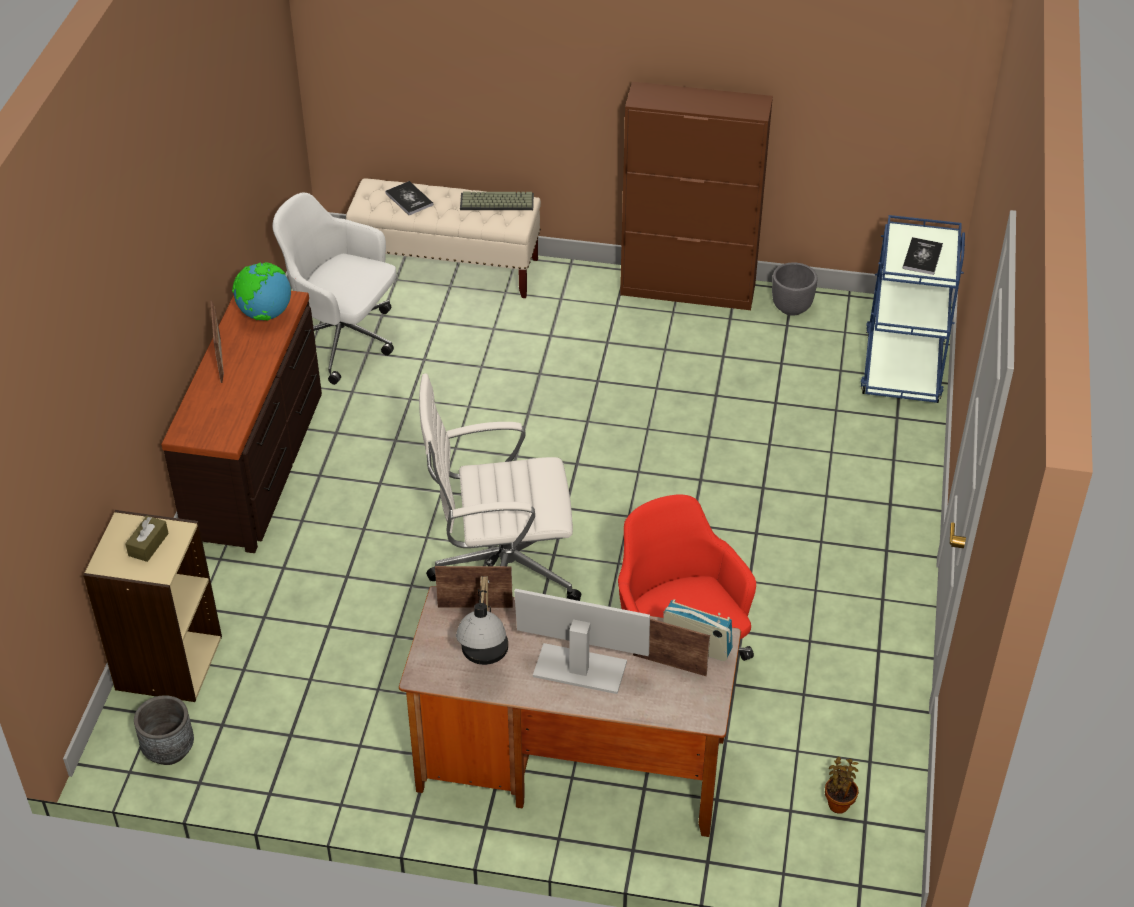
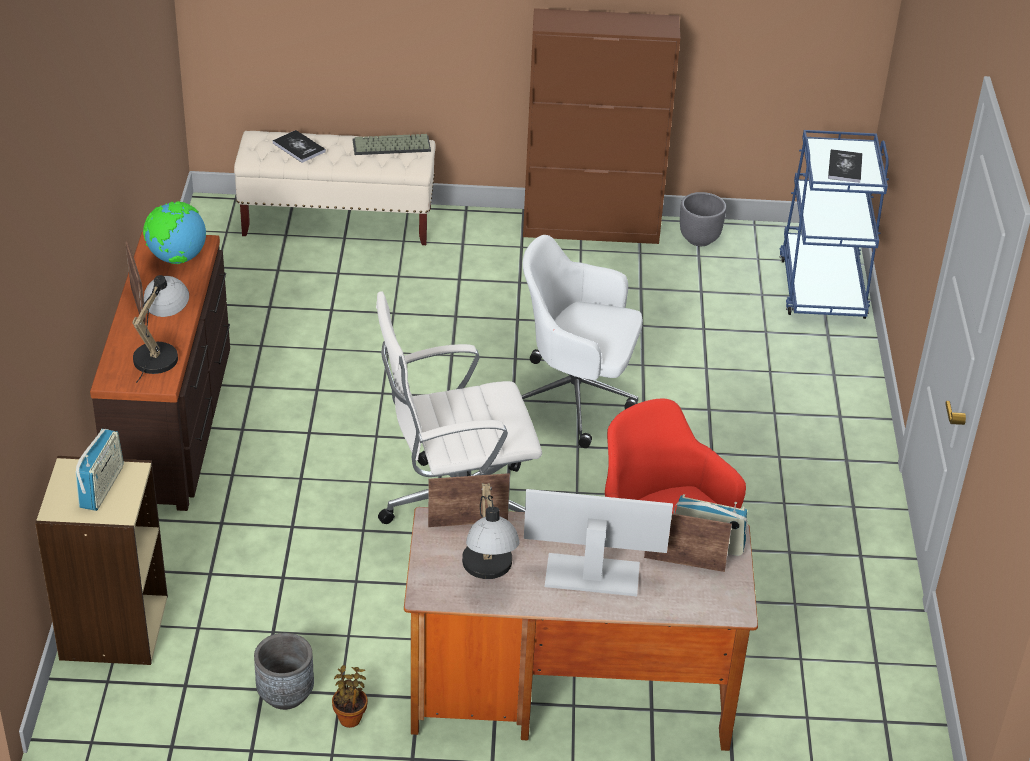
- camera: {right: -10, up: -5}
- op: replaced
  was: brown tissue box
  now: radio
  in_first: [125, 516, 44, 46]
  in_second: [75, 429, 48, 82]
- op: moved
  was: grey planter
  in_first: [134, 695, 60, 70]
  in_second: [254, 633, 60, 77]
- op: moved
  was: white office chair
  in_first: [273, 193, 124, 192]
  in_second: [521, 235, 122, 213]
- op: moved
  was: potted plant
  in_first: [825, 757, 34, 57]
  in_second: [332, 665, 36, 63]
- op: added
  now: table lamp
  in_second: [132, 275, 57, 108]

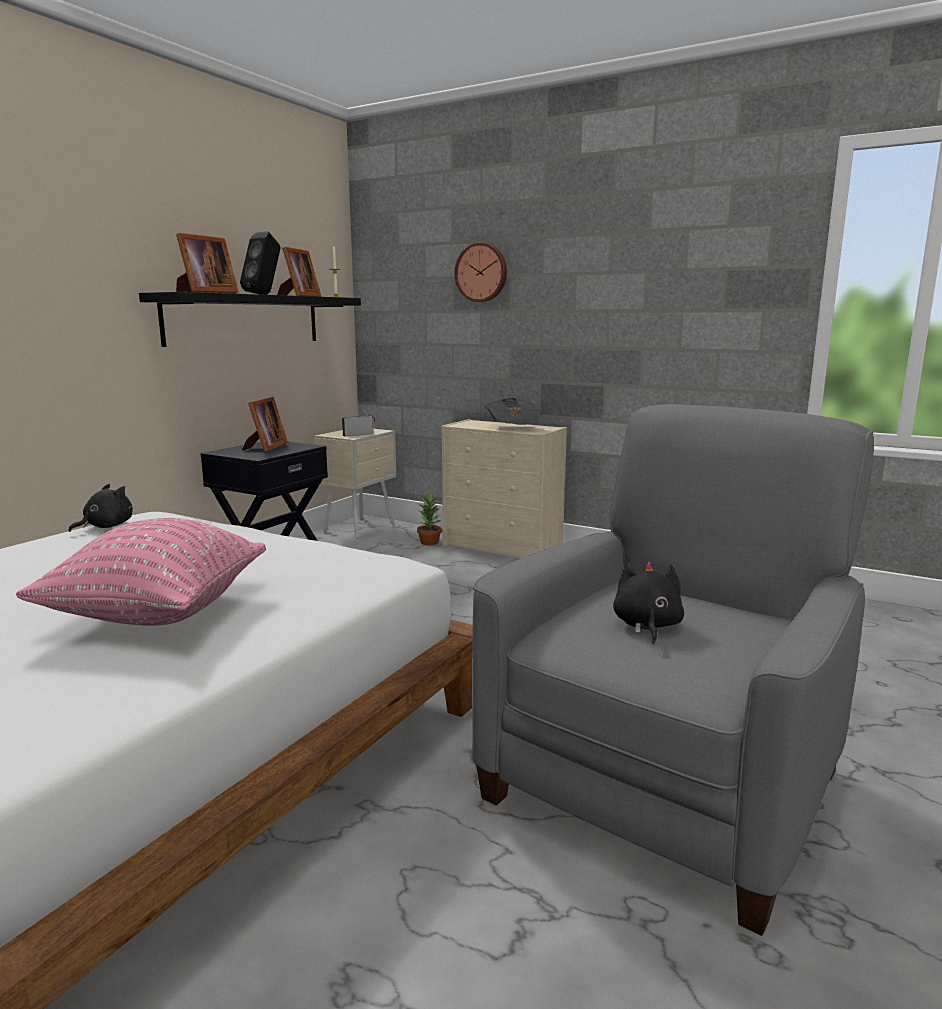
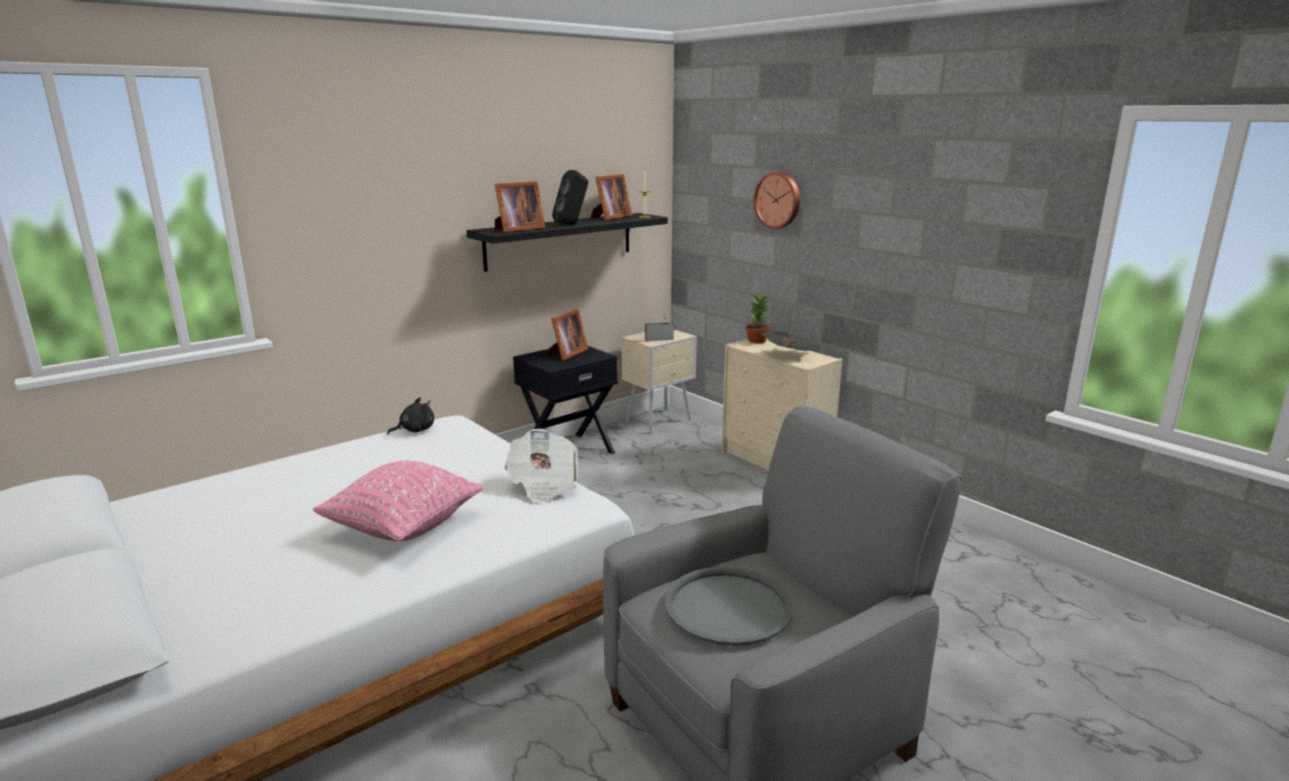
- camera: {right: 20, up: 5}
- op: moved
  was: potted plant
  in_first: [417, 491, 25, 54]
  in_second: [746, 290, 24, 53]
- op: replaced
  was: black plush toy
  now: grey tray
  in_first: [613, 562, 71, 82]
  in_second: [665, 567, 129, 79]
- op: added
  now: newspaper
  in_second: [505, 429, 73, 74]

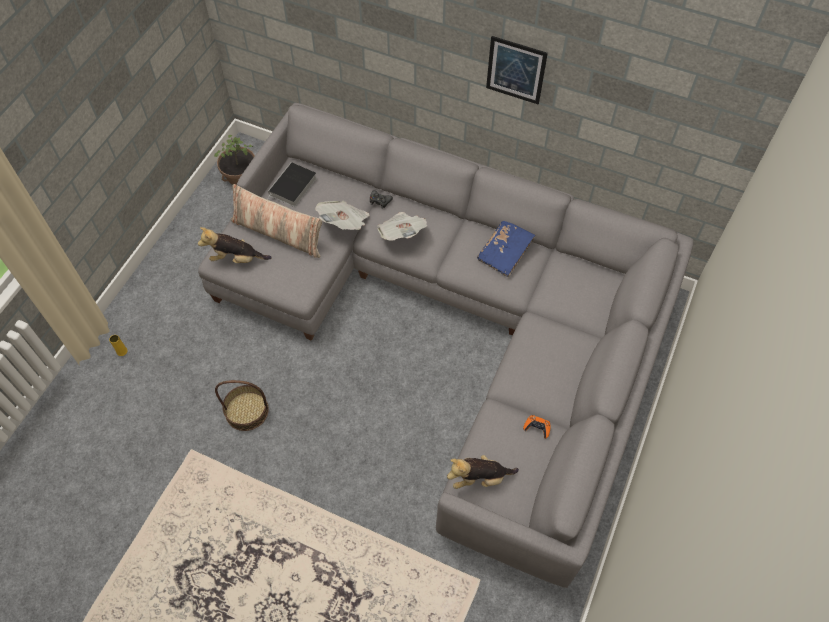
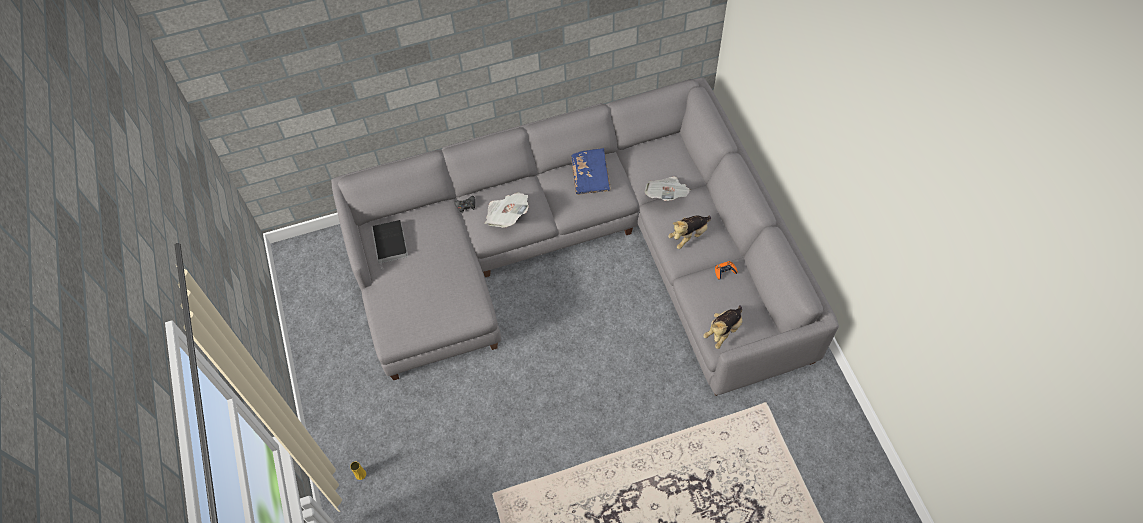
- camera: {right: -40, up: 0}
- op: moved
  was: plush toy
  in_first: [198, 227, 73, 36]
  in_second: [668, 215, 43, 34]
- op: removed
  was: potted plant
  in_first: [214, 135, 41, 50]
- op: removed
  was: basket
  in_first: [215, 380, 54, 51]
- op: removed
  was: pillow
  in_first: [230, 184, 92, 74]
- op: moved
  was: newspaper
  in_first: [315, 201, 55, 29]
  in_second: [644, 176, 46, 25]
- op: removed
  was: picture
  in_first: [486, 36, 62, 68]

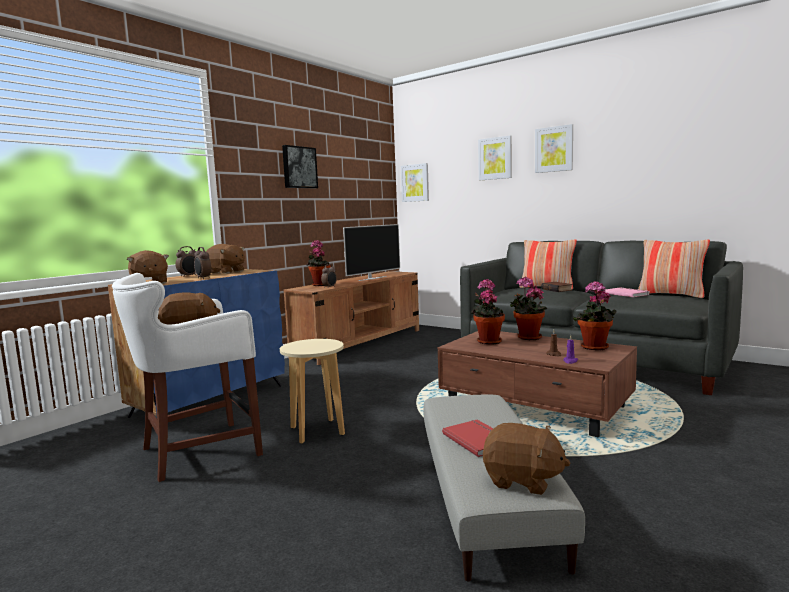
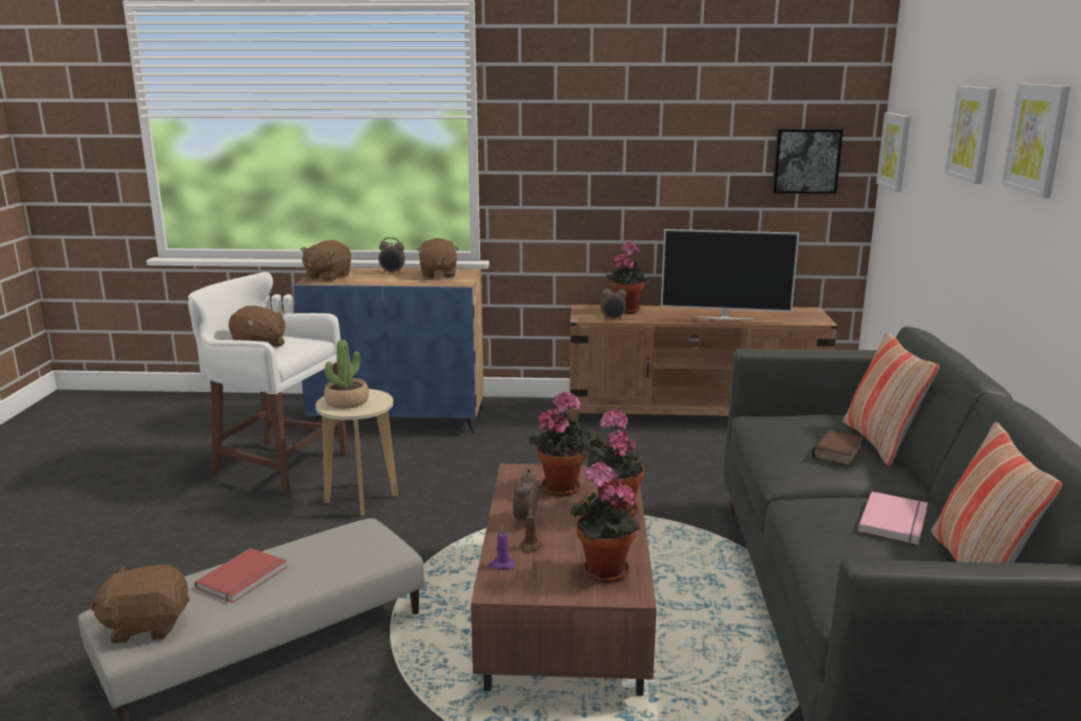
- camera: {right: 55, up: 10}
- op: moved
  was: alarm clock
  in_first: [194, 247, 17, 32]
  in_second: [513, 468, 25, 57]
- op: moved
  was: picture
  in_first: [282, 145, 36, 43]
  in_second: [772, 129, 71, 65]
- op: turned
  was: brown plush toy
  in_first: [483, 423, 87, 72]
  in_second: [90, 565, 100, 79]
  clockwise: 90
- op: added
  now: potted plant
  in_second: [324, 340, 45, 69]

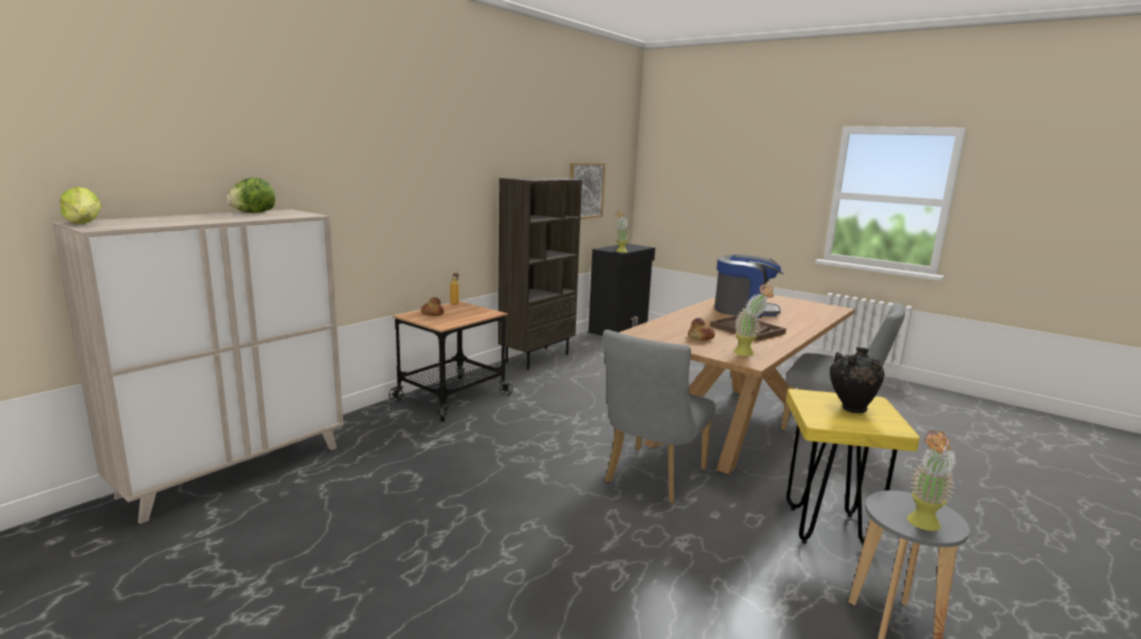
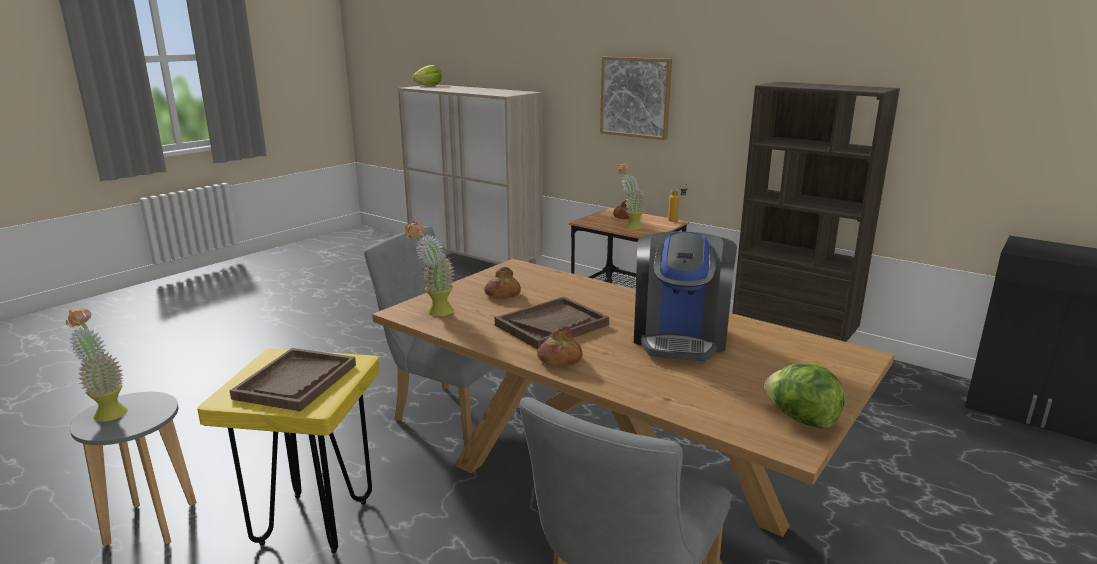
- camera: {right: 90, up: 5}
- op: moved
  was: lettuce
  in_first: [226, 178, 49, 35]
  in_second: [764, 363, 81, 66]
- op: moved
  was: picture
  in_first: [570, 163, 35, 56]
  in_second: [600, 57, 72, 83]
- op: moved
  was: potted plant
  in_first: [615, 210, 15, 43]
  in_second: [617, 164, 29, 65]
- op: replaced
  was: black vase
  now: brown tray
  in_first: [830, 347, 54, 66]
  in_second: [230, 348, 126, 63]
- op: added
  now: bread
  in_second: [537, 326, 46, 41]

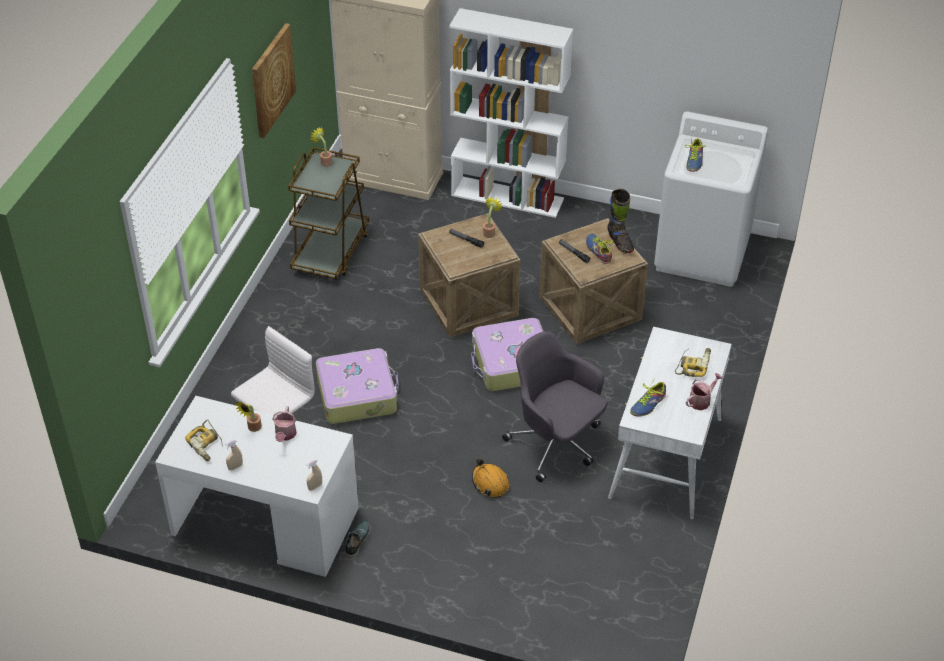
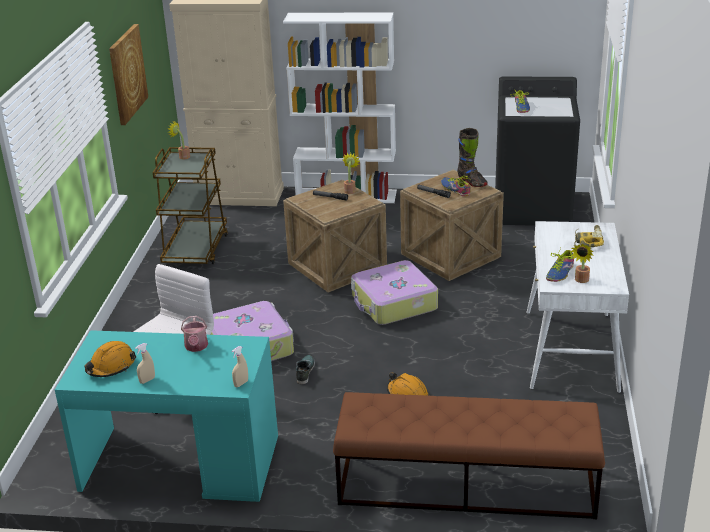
- camera: {right: -10, up: -15}
- op: recoloured
  was: white desk
  now: turquoise desk
  in_first: [155, 396, 204, 181]
  in_second: [55, 330, 223, 172]
- op: replaced
  was: power drill
  now: orange hard hat
  in_first: [185, 419, 38, 42]
  in_second: [84, 341, 52, 36]
- op: moved
  was: potted plant
  in_first: [235, 402, 27, 30]
  in_second: [570, 244, 24, 39]
- op: moved
  was: shoe
  in_first: [346, 520, 25, 38]
  in_second: [296, 355, 19, 30]
- op: removed
  was: grey office chair
  in_first: [502, 331, 106, 151]
- op: recoloured
  was: white washing machine
  now: black washing machine
  in_first: [654, 112, 114, 175]
  in_second: [495, 76, 85, 150]
- op: removed
  was: watering can
  in_first: [686, 373, 37, 37]
- op: added
  now: brown bench
  in_second: [333, 392, 272, 127]

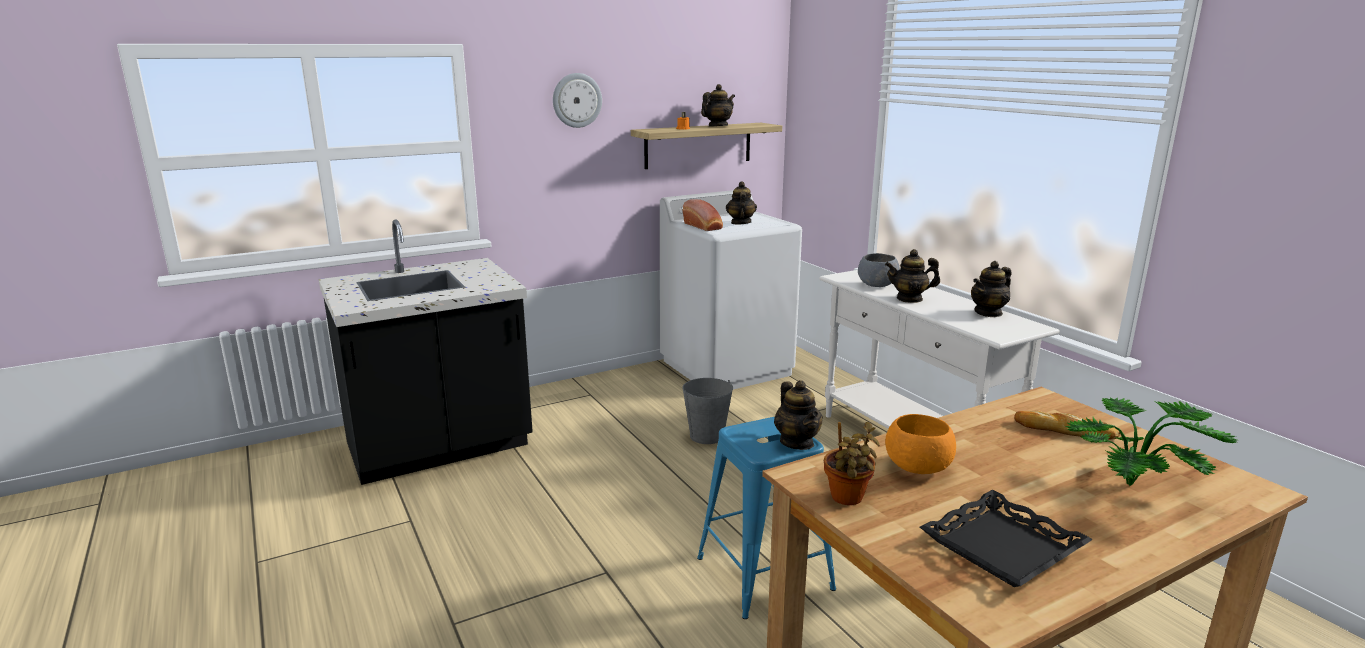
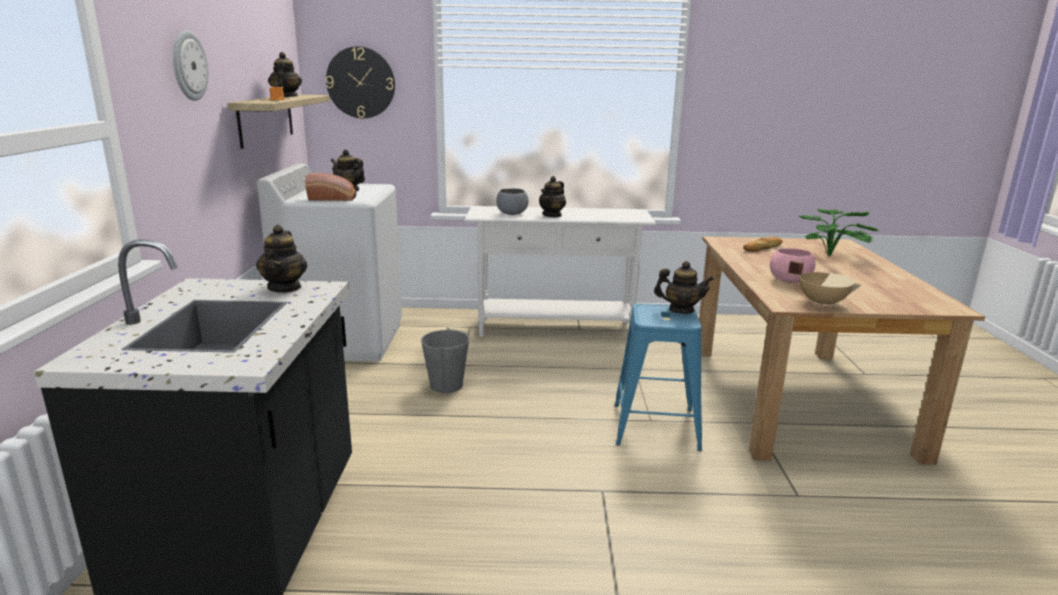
- camera: {right: -60, up: 0}
- op: replaced
  was: potted plant
  now: beige cooking pot
  in_first: [824, 422, 56, 83]
  in_second: [788, 261, 74, 46]
- op: recoloured
  was: orange bowl
  now: pink bowl
  in_first: [885, 414, 71, 60]
  in_second: [770, 248, 45, 35]
- op: removed
  was: black tray
  in_first: [920, 490, 173, 97]
- op: moved
  was: teapot
  in_first: [971, 261, 40, 56]
  in_second: [256, 225, 51, 68]
- op: added
  now: wall clock
  in_second: [326, 46, 69, 72]

